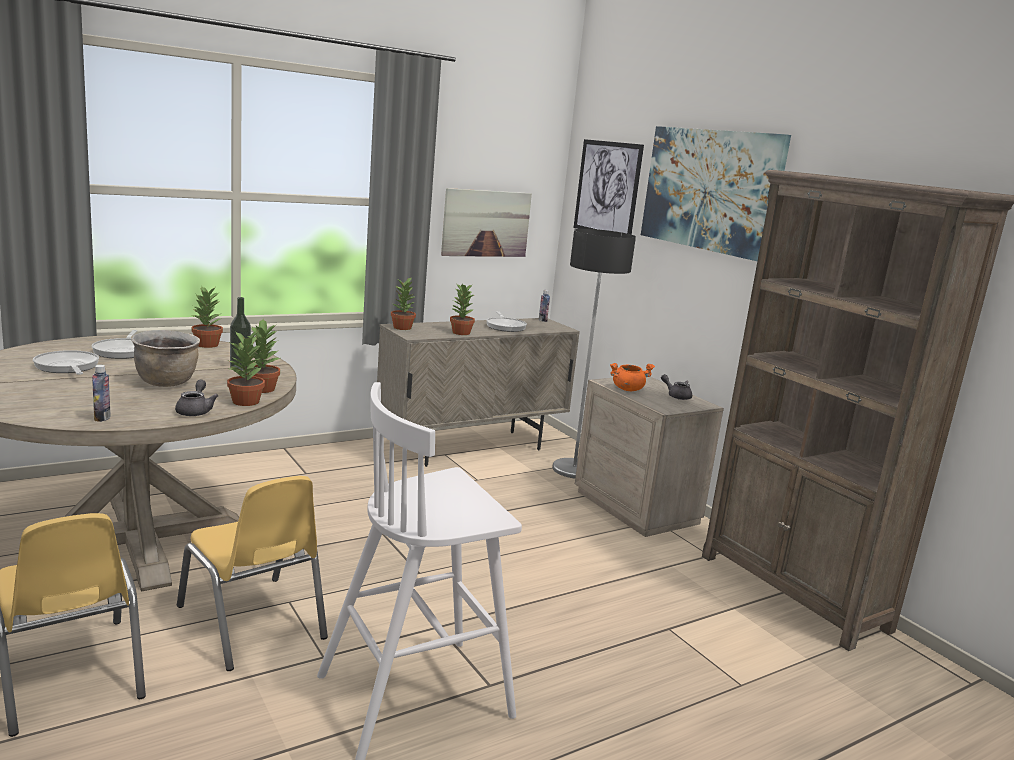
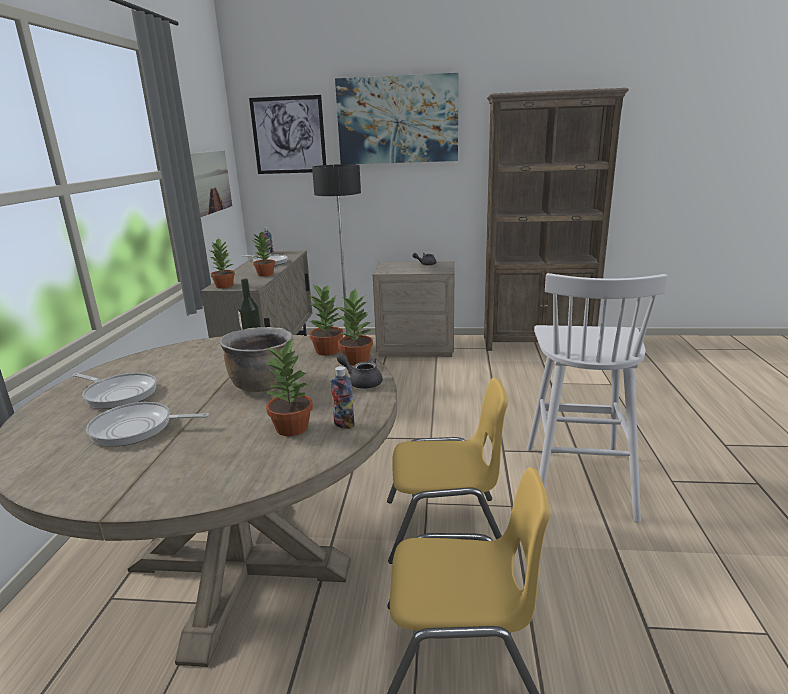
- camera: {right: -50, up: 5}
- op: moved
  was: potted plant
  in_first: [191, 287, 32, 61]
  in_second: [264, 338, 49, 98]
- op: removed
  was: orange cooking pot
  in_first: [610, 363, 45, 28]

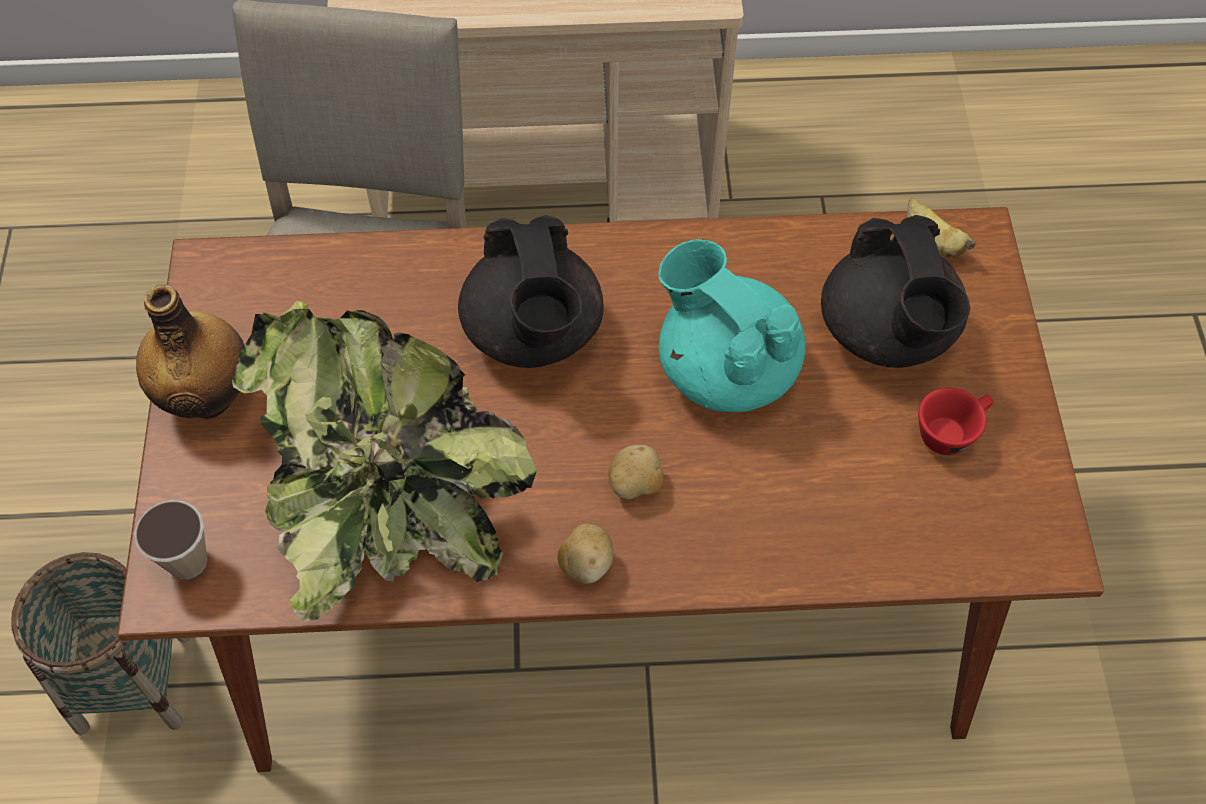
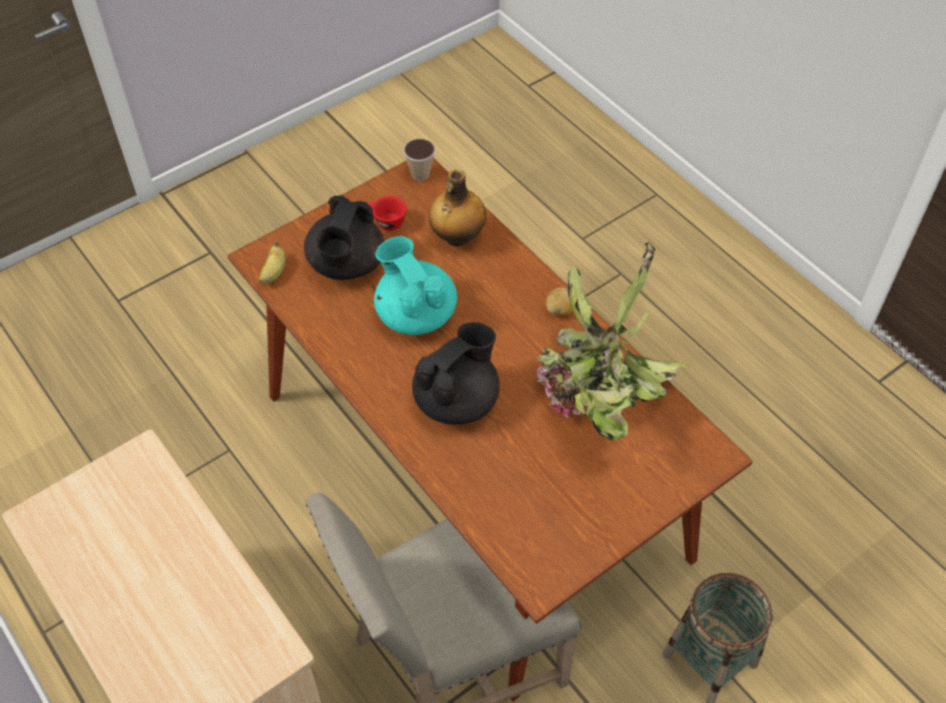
- camera: {right: -125, up: -5}
- op: moved
  was: cup
  in_first: [134, 500, 73, 79]
  in_second: [403, 139, 32, 42]
- op: moved
  was: bottle
  in_first: [136, 284, 109, 135]
  in_second: [429, 169, 57, 77]
- op: removed
  was: potato
  in_first: [608, 445, 55, 54]
- op: turned
  was: turquoise teapot
  in_first: [658, 239, 148, 173]
  in_second: [374, 236, 83, 99]
  clockwise: 135
- op: turned
  was: black teapot
  in_first: [821, 215, 149, 153]
  in_second: [304, 195, 80, 85]
  clockwise: 150

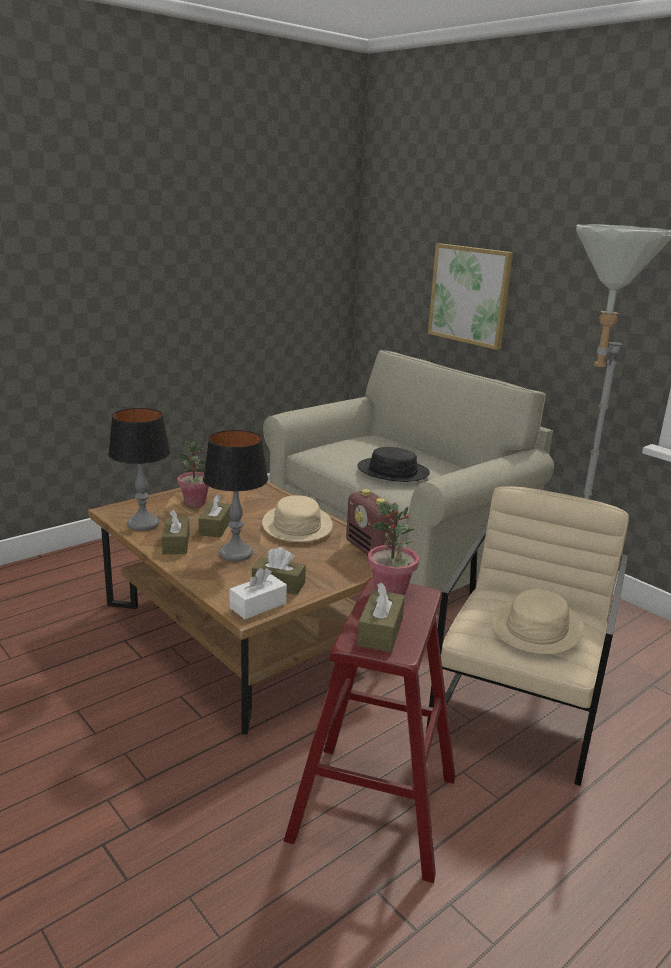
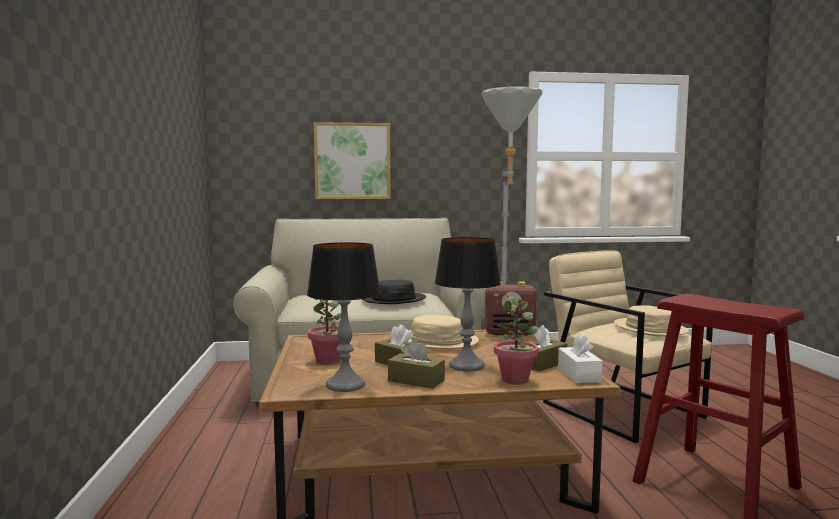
- camera: {right: -55, up: -15}
- op: removed
  was: brown tissue box
  in_first: [357, 582, 48, 70]
- op: moved
  was: potted plant
  in_first: [368, 502, 51, 93]
  in_second: [494, 298, 44, 87]

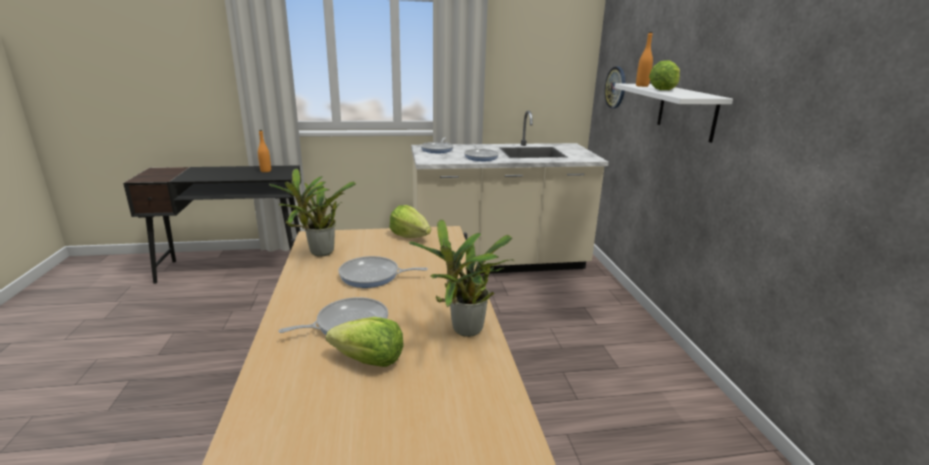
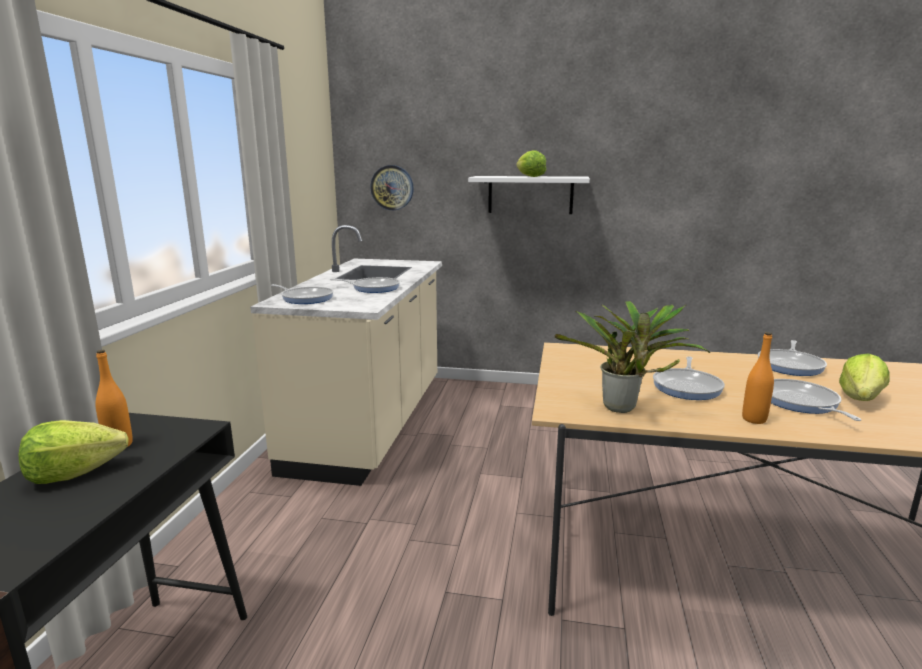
- camera: {right: -70, up: -5}
- op: moved
  was: lettuce
  in_first: [390, 205, 41, 33]
  in_second: [18, 420, 111, 64]
- op: replaced
  was: potted plant
  now: frying pan
  in_first: [409, 219, 105, 118]
  in_second: [758, 340, 69, 36]
- op: moved
  was: orange bottle
  in_first: [636, 32, 17, 55]
  in_second: [742, 332, 32, 92]

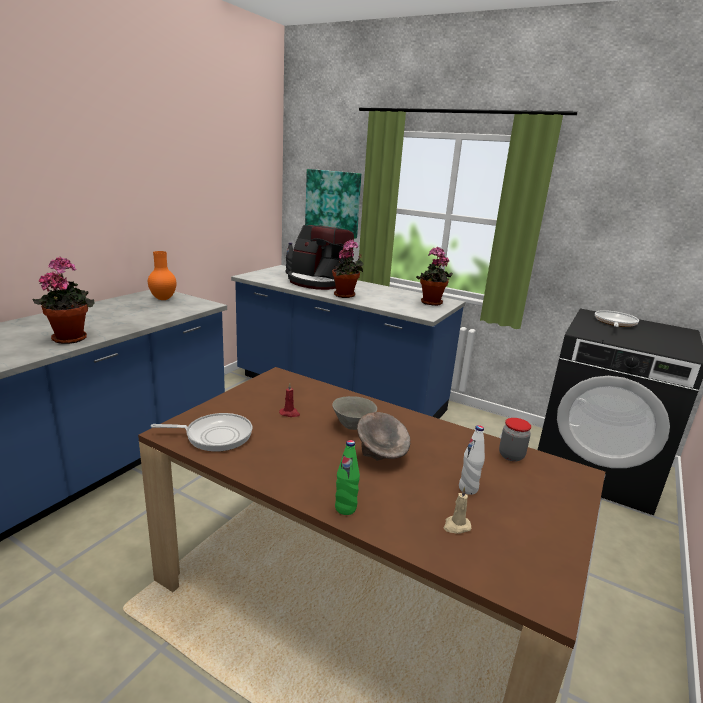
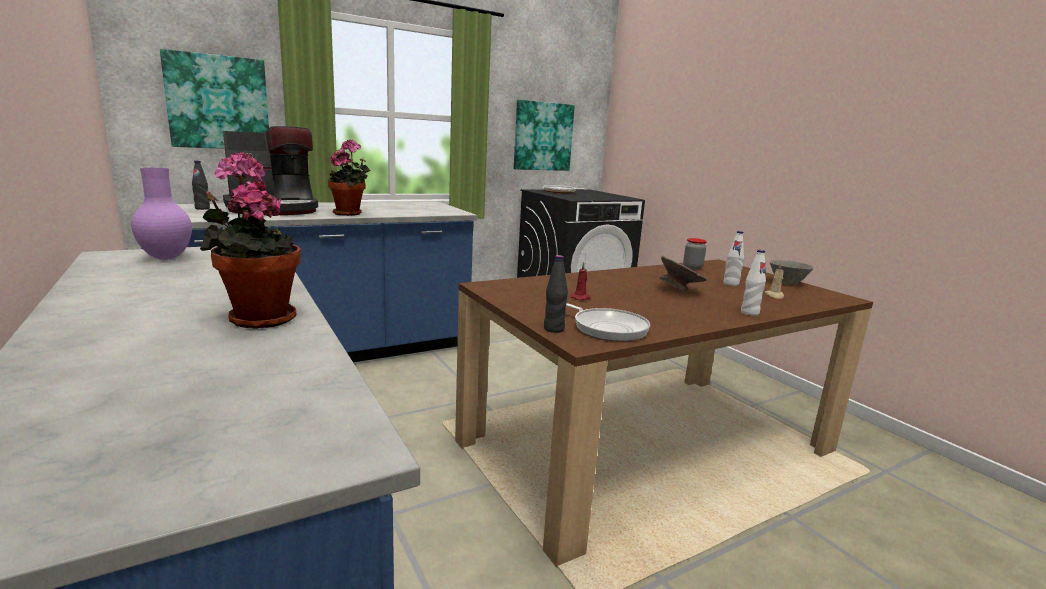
- camera: {right: -60, up: -5}
- op: recoloured
  was: orange vase
  now: purple vase
  in_first: [148, 251, 28, 49]
  in_second: [131, 168, 61, 92]
- op: turned
  was: frying pan
  in_first: [151, 413, 101, 39]
  in_second: [566, 303, 84, 38]
  clockwise: 105
- op: moved
  was: grey bowl
  in_first: [332, 396, 45, 34]
  in_second: [770, 260, 44, 25]
- op: recoloured
  was: green bottle
  now: white bottle
  in_first: [335, 440, 25, 75]
  in_second: [741, 250, 25, 66]
- op: removed
  was: potted plant
  in_first: [416, 246, 37, 60]
- op: added
  now: picture
  in_second: [514, 100, 61, 71]
- op: added
  now: black bottle
  in_second: [544, 255, 24, 78]

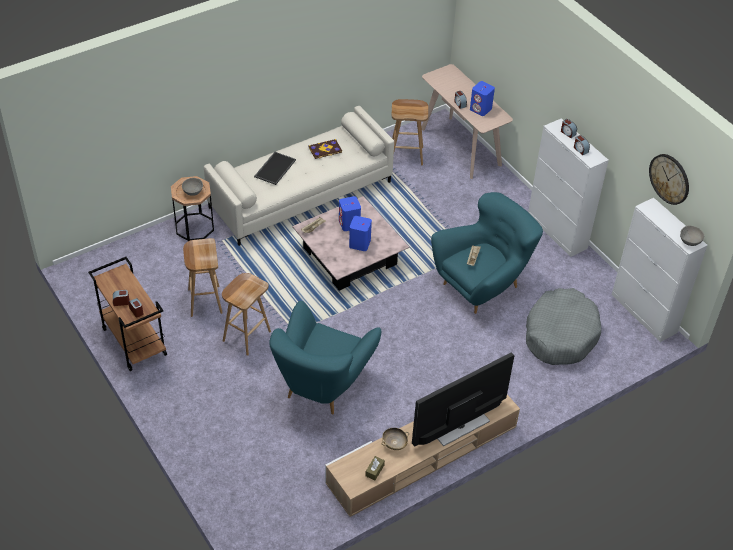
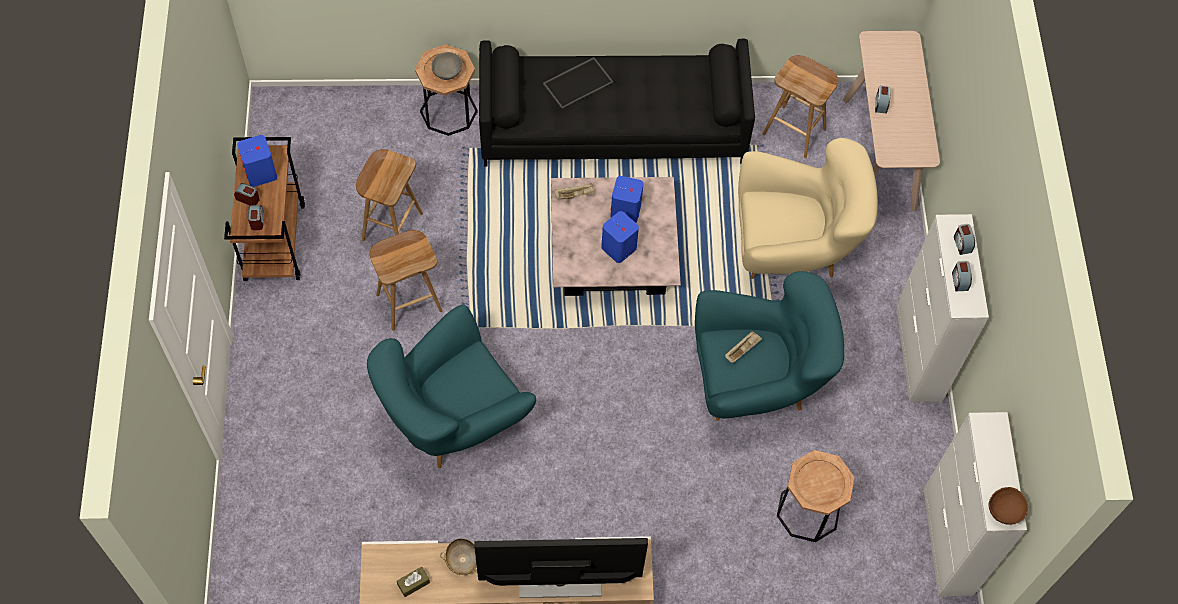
- camera: {right: 30, up: 15}
- op: recoloured
  was: beige sofa
  now: black sofa
  in_first: [204, 106, 190, 140]
  in_second: [479, 39, 276, 128]
- op: removed
  was: book
  in_first: [309, 139, 33, 20]
- op: moved
  was: blue speaker
  in_first: [470, 81, 25, 35]
  in_second: [237, 135, 40, 52]
- op: replaced
  was: grey dog bed
  now: brown side table
  in_first: [526, 288, 75, 77]
  in_second: [777, 450, 77, 92]
- op: removed
  was: wall clock
  in_first: [649, 154, 40, 51]
- op: recoloured
  was: grey bowl
  now: brown bowl
  in_first: [680, 226, 24, 20]
  in_second: [989, 487, 39, 38]
- op: added
  now: beige armchair
  in_second: [738, 138, 140, 141]

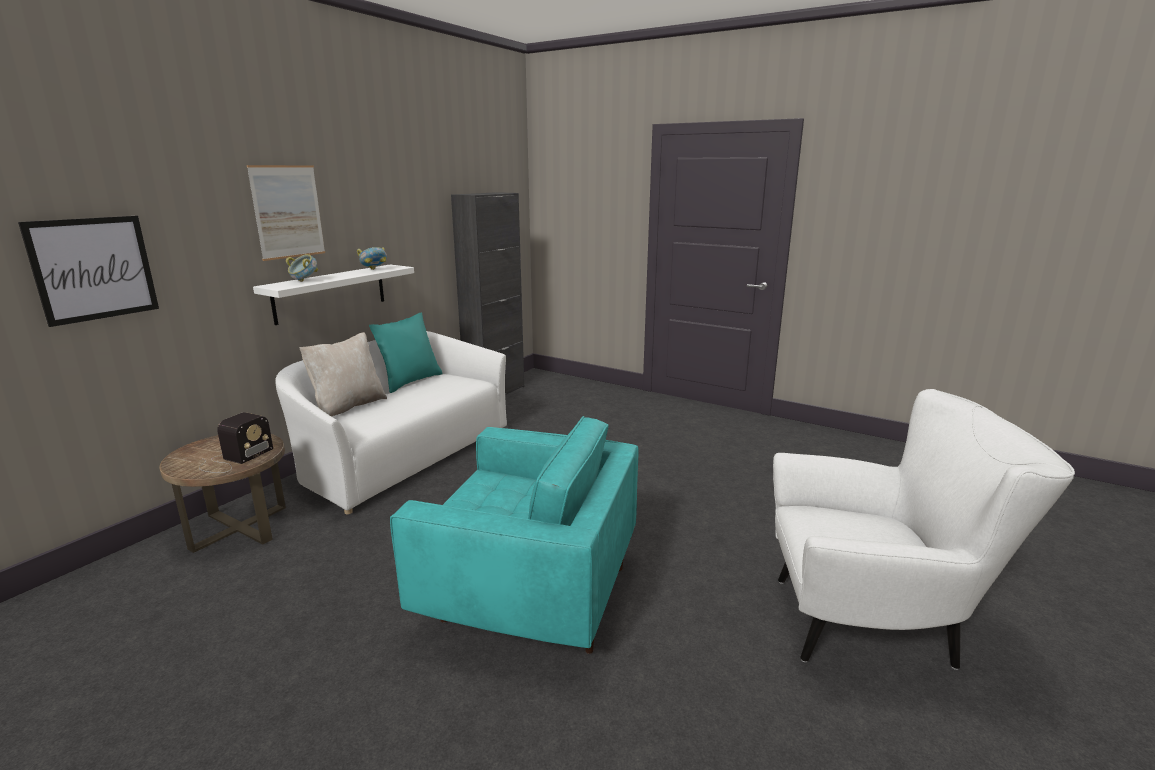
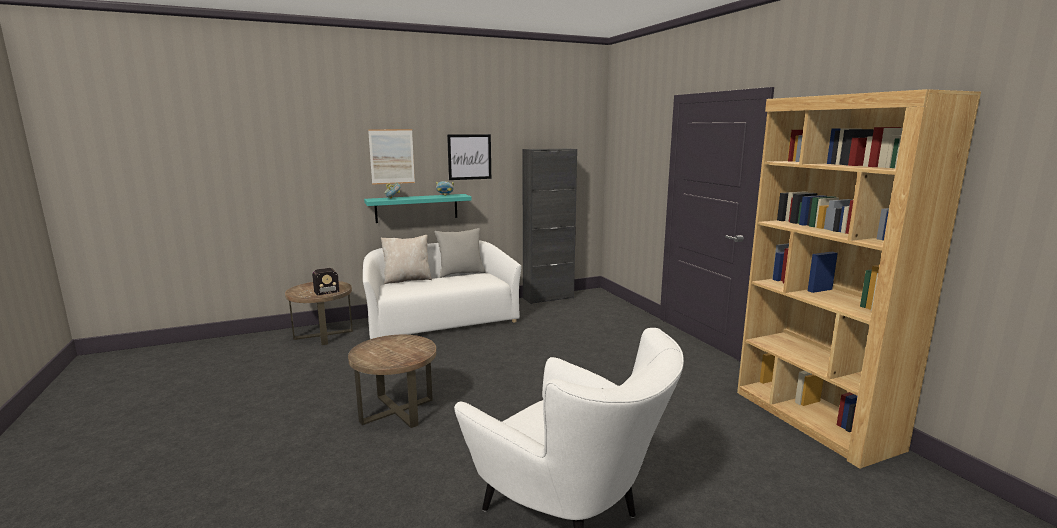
- camera: {right: 35, up: -5}
- op: moved
  was: picture
  in_first: [18, 216, 141, 111]
  in_second: [447, 134, 44, 46]
- op: recoloured
  was: white shelf
  now: turquoise shelf
  in_first: [253, 265, 161, 60]
  in_second: [364, 194, 108, 29]
- op: recoloured
  was: turquoise pillow
  now: grey pillow
  in_first: [369, 313, 73, 80]
  in_second: [435, 228, 51, 50]
- op: replaced
  was: turquoise armchair
  now: brown side table
  in_first: [390, 416, 248, 238]
  in_second: [348, 335, 89, 93]
- op: added
  now: brown bookcase
  in_second: [737, 89, 244, 380]

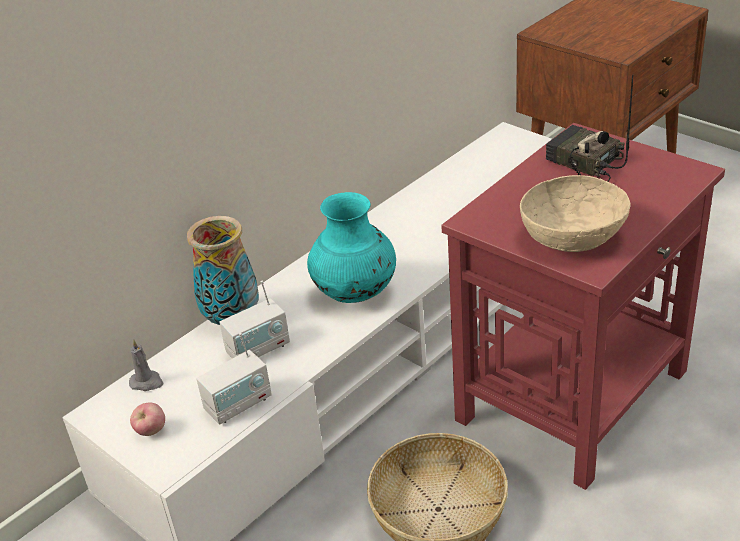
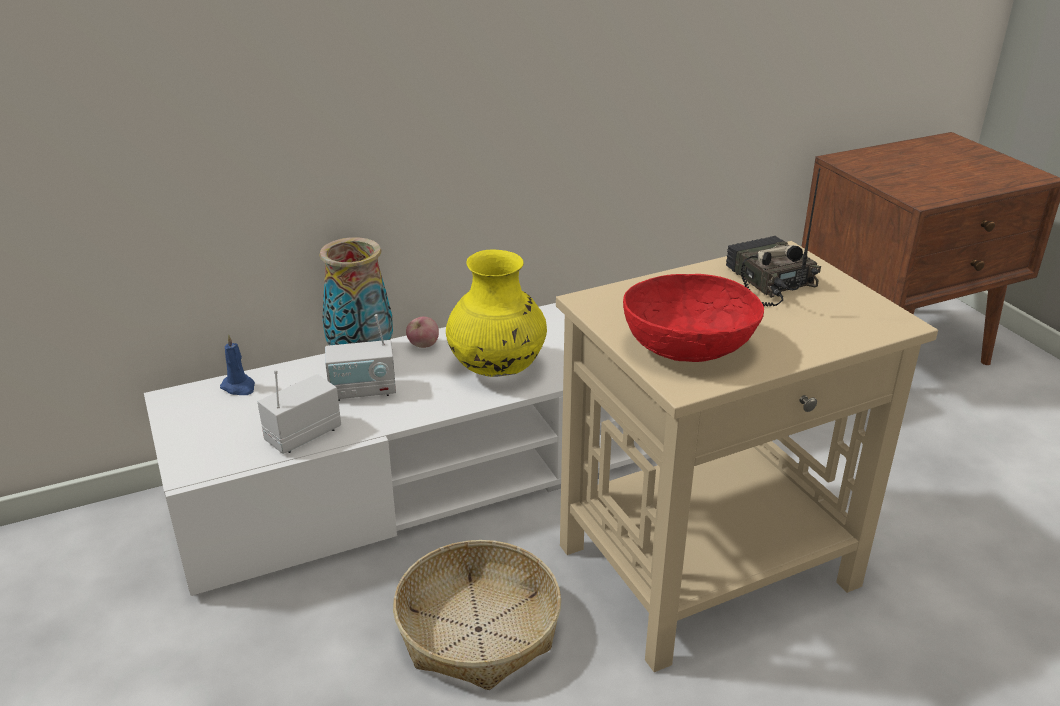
- camera: {right: 20, up: -5}
- op: recoloured
  was: grey candle
  now: blue candle
  in_first: [129, 339, 34, 52]
  in_second: [220, 334, 35, 61]
- op: moved
  was: apple
  in_first: [130, 402, 35, 34]
  in_second: [406, 317, 33, 31]
- op: turned
  was: radio
  in_first: [196, 333, 76, 92]
  in_second: [258, 370, 83, 84]
  clockwise: 150
- op: recoloured
  was: turquoise vase
  now: yellow vase
  in_first: [307, 192, 89, 111]
  in_second: [446, 250, 101, 127]
- op: recoloured
  was: red side table
  now: beige side table
  in_first: [441, 123, 284, 367]
  in_second: [556, 241, 382, 431]
- op: recoloured
  was: beige bowl
  now: red bowl
  in_first: [520, 175, 110, 77]
  in_second: [623, 274, 141, 88]

